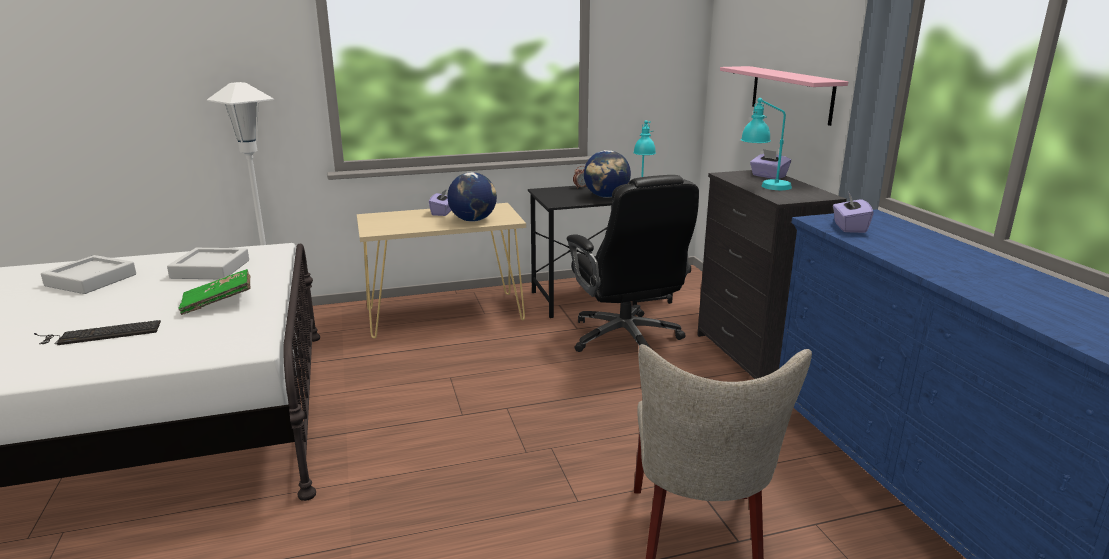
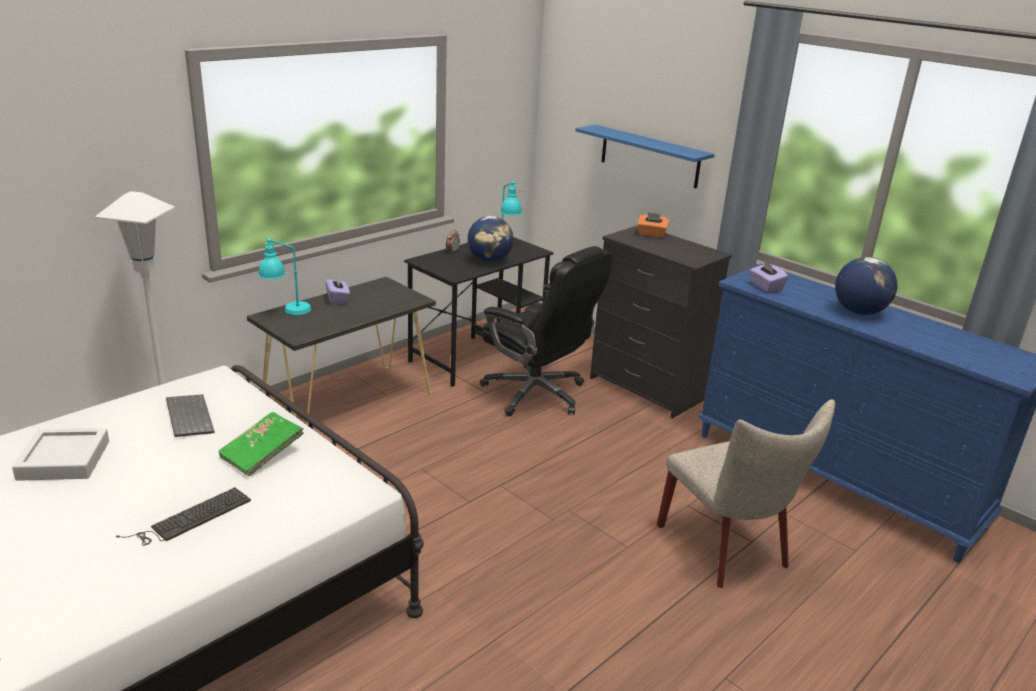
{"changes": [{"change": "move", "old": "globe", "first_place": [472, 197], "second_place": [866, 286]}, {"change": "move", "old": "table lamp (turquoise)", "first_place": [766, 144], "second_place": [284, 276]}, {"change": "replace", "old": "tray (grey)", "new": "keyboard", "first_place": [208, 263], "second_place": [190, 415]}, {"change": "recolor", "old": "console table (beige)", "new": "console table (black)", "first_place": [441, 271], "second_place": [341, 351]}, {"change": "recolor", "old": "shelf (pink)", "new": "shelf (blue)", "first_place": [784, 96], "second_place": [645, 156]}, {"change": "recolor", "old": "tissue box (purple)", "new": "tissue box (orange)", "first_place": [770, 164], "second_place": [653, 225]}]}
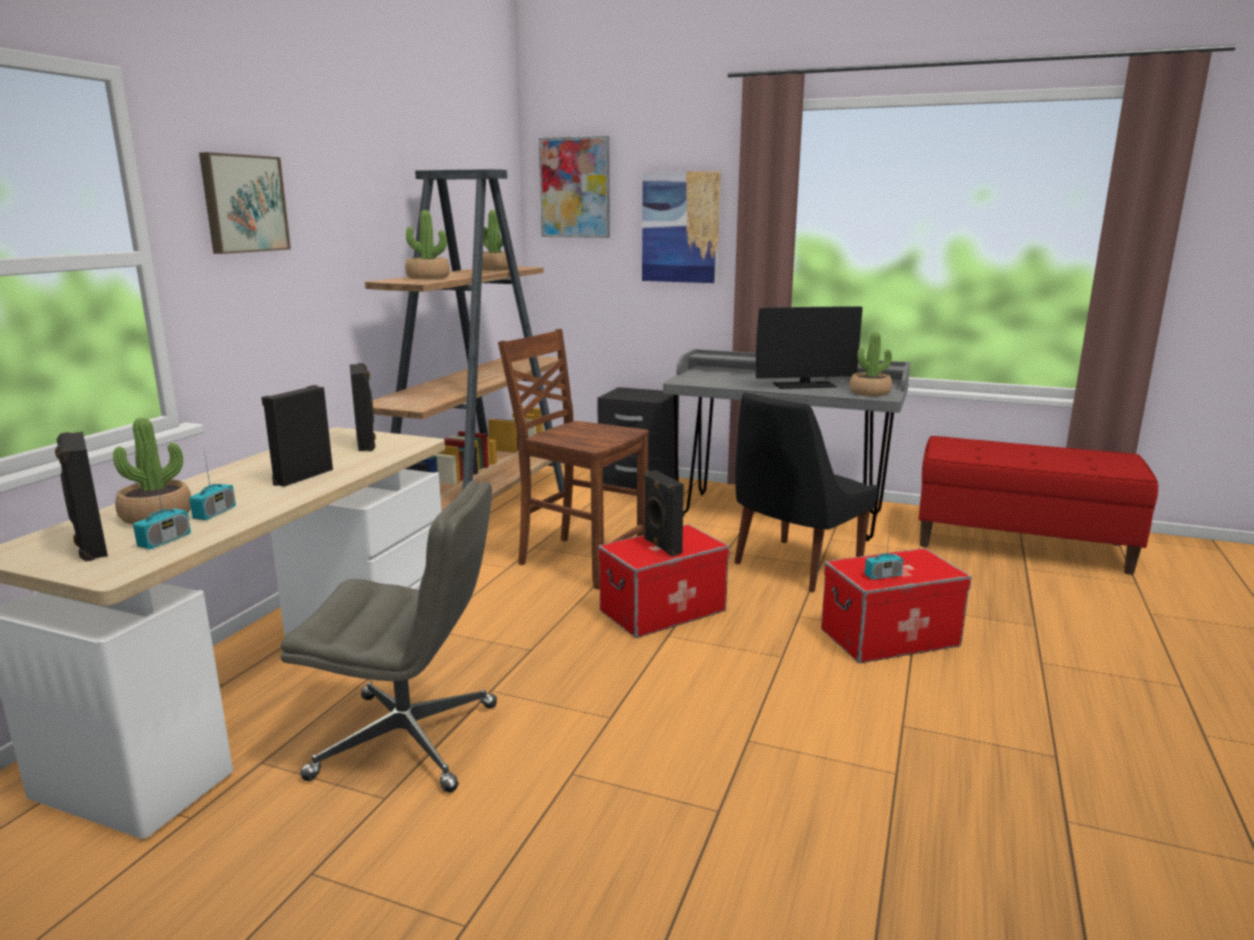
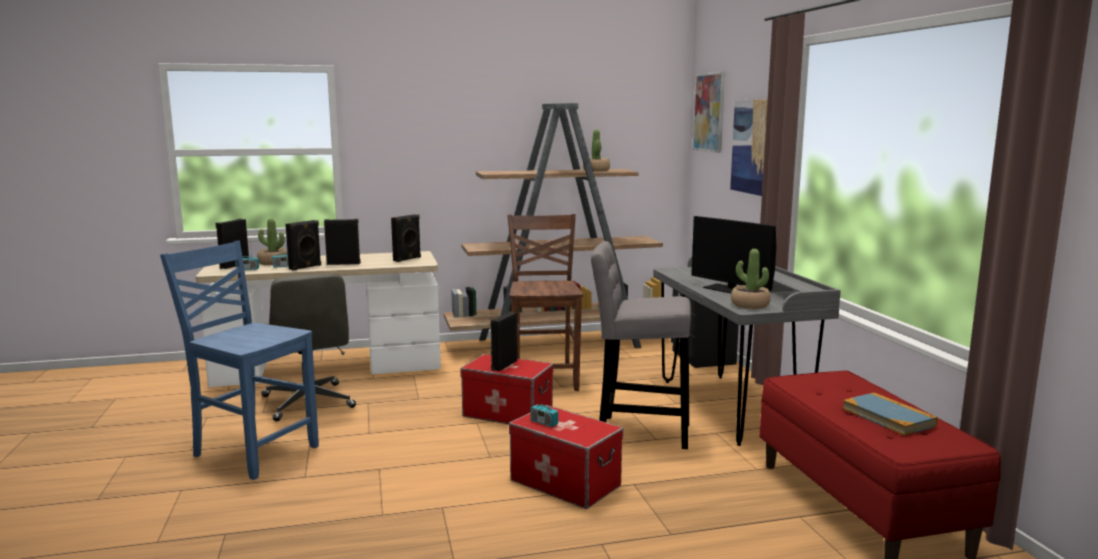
{"changes": [{"change": "delete", "old": "picture", "first_place": [245, 203]}, {"change": "delete", "old": "potted plant", "first_place": [427, 244]}, {"change": "insert", "new": "chair (blue)", "second_place": [239, 360]}, {"change": "insert", "new": "speaker (black)", "second_place": [303, 245]}, {"change": "insert", "new": "book", "second_place": [890, 414]}, {"change": "replace", "old": "chair (black)", "new": "stool (grey)", "first_place": [806, 492], "second_place": [641, 345]}]}
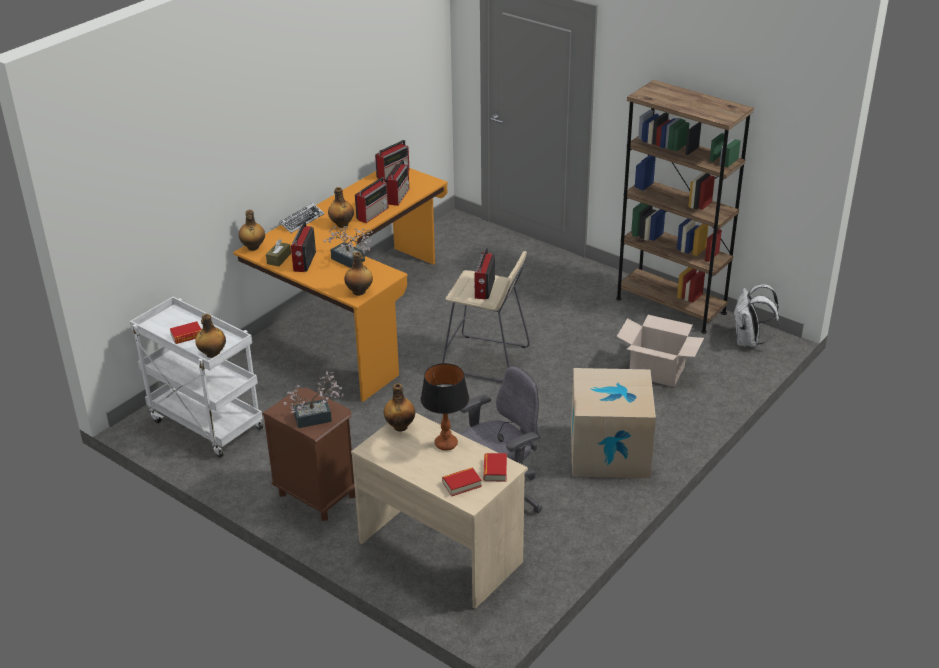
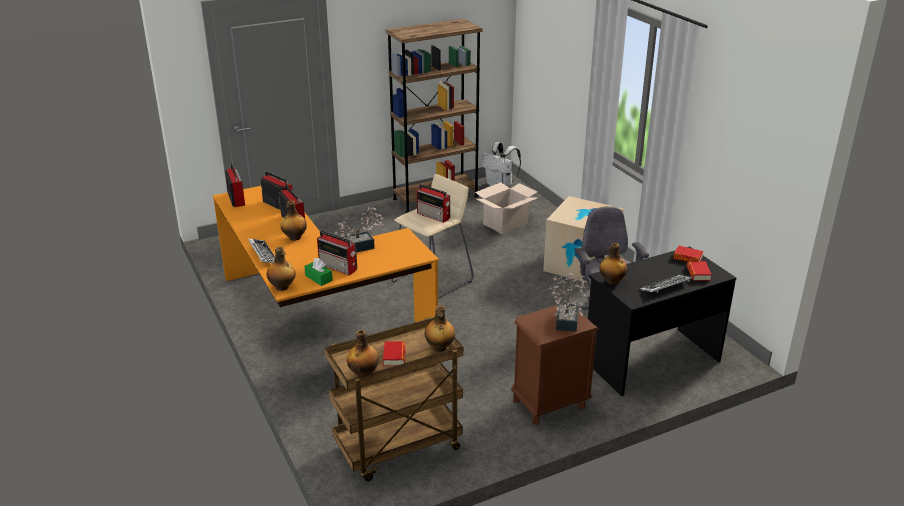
{"changes": [{"change": "delete", "old": "table lamp", "first_place": [445, 407]}, {"change": "insert", "new": "keyboard", "second_place": [666, 284]}, {"change": "move", "old": "bottle", "first_place": [358, 273], "second_place": [363, 353]}, {"change": "recolor", "old": "cart (white)", "new": "cart (brown)", "first_place": [196, 377], "second_place": [394, 399]}, {"change": "recolor", "old": "tissue box (brown)", "new": "tissue box (green)", "first_place": [278, 252], "second_place": [318, 272]}, {"change": "recolor", "old": "desk (beige)", "new": "desk (black)", "first_place": [439, 511], "second_place": [662, 321]}]}
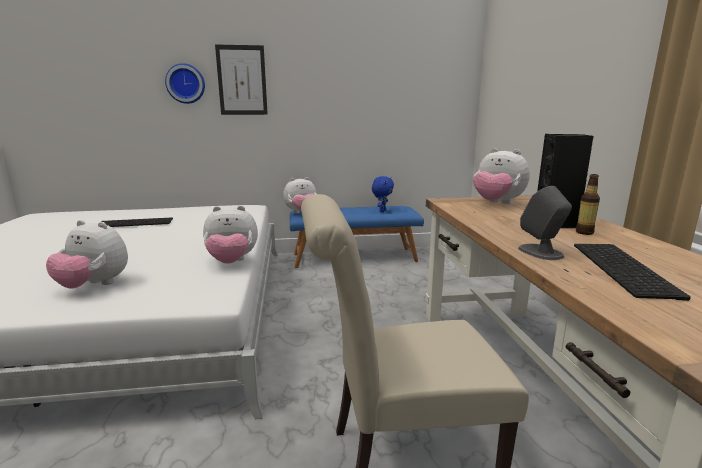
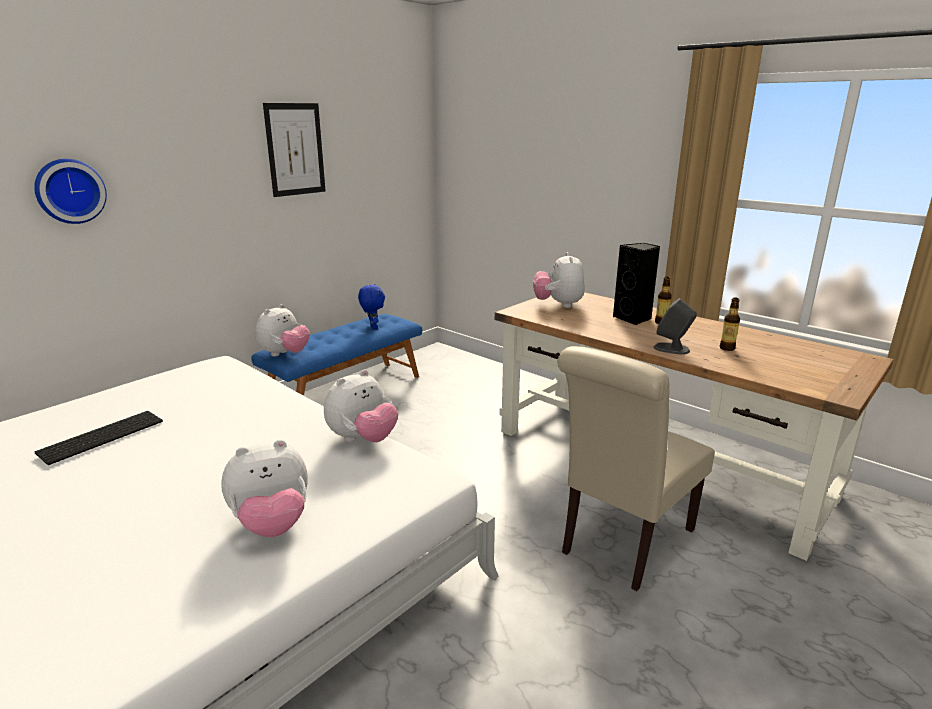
{"changes": [{"change": "move", "old": "picture", "first_place": [241, 79], "second_place": [294, 150]}, {"change": "replace", "old": "keyboard", "new": "bottle", "first_place": [632, 272], "second_place": [730, 324]}, {"change": "rotate", "old": "plush toy", "first_place": [501, 176], "second_place": [559, 280], "degrees": 90}]}
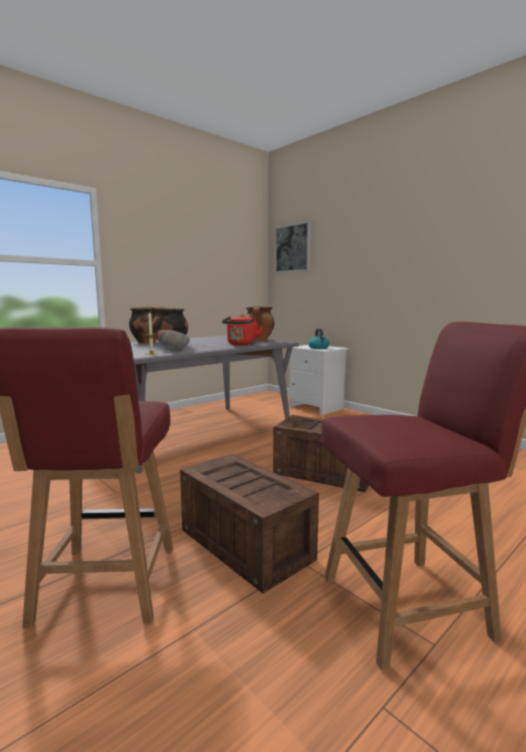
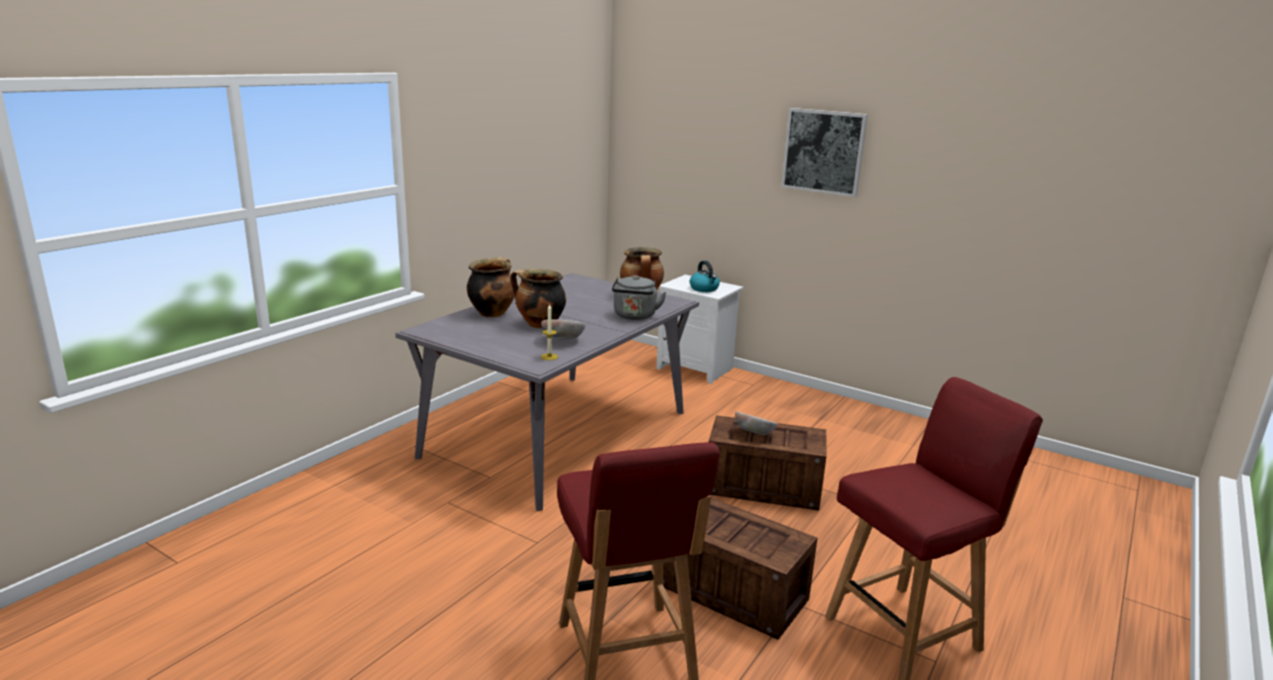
{"changes": [{"change": "insert", "new": "bowl", "second_place": [756, 423]}, {"change": "move", "old": "picture", "first_place": [293, 247], "second_place": [824, 152]}, {"change": "recolor", "old": "kettle (red)", "new": "kettle (grey)", "first_place": [242, 330], "second_place": [639, 297]}]}
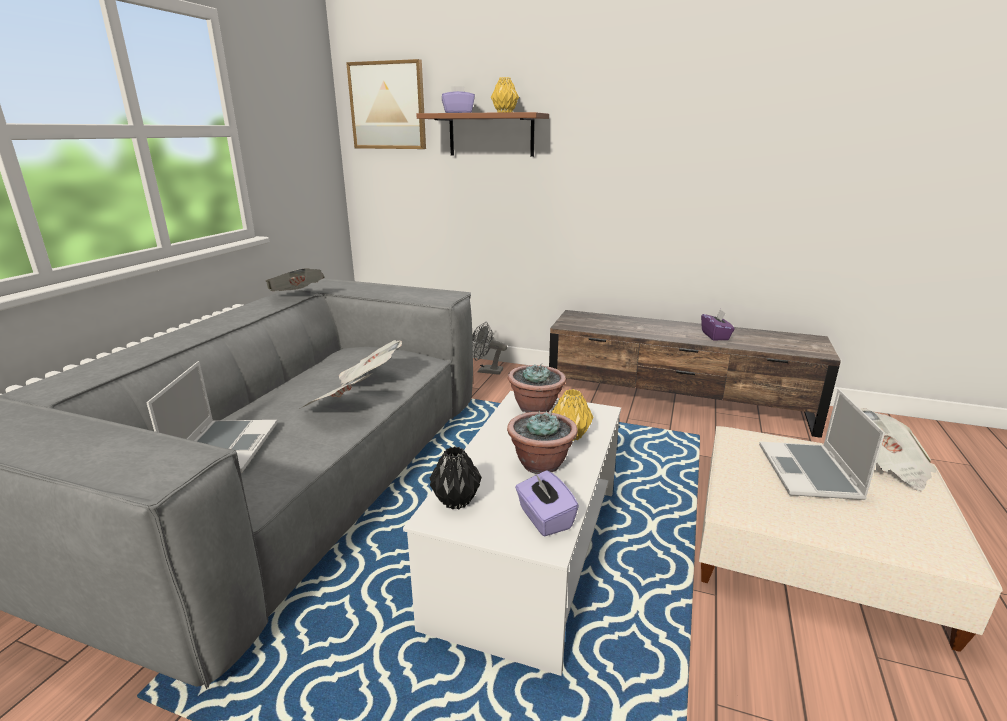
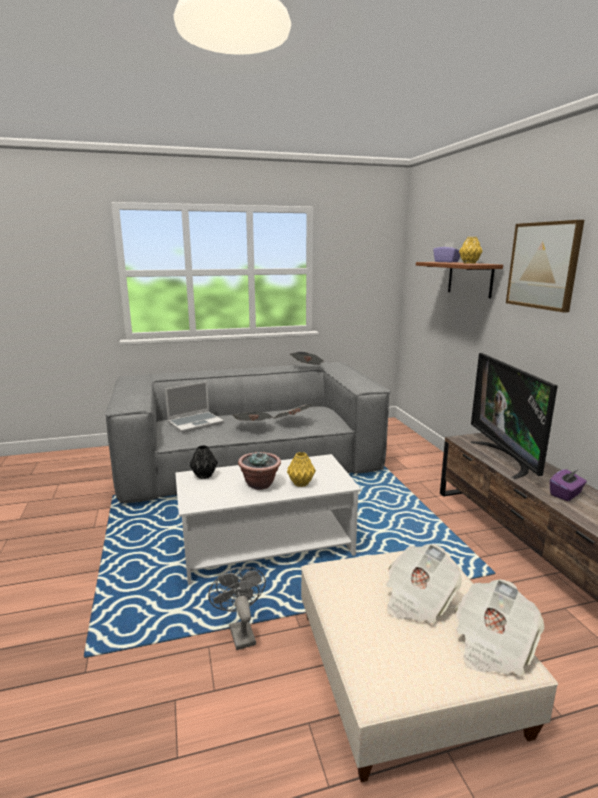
{"changes": [{"change": "delete", "old": "potted plant", "first_place": [537, 388]}, {"change": "delete", "old": "tissue box (purple)", "first_place": [547, 503]}, {"change": "insert", "new": "television", "second_place": [514, 416]}, {"change": "move", "old": "picture", "first_place": [386, 104], "second_place": [545, 266]}, {"change": "move", "old": "fan (grey)", "first_place": [489, 348], "second_place": [237, 608]}, {"change": "replace", "old": "laptop", "new": "newspaper", "first_place": [822, 444], "second_place": [424, 584]}]}
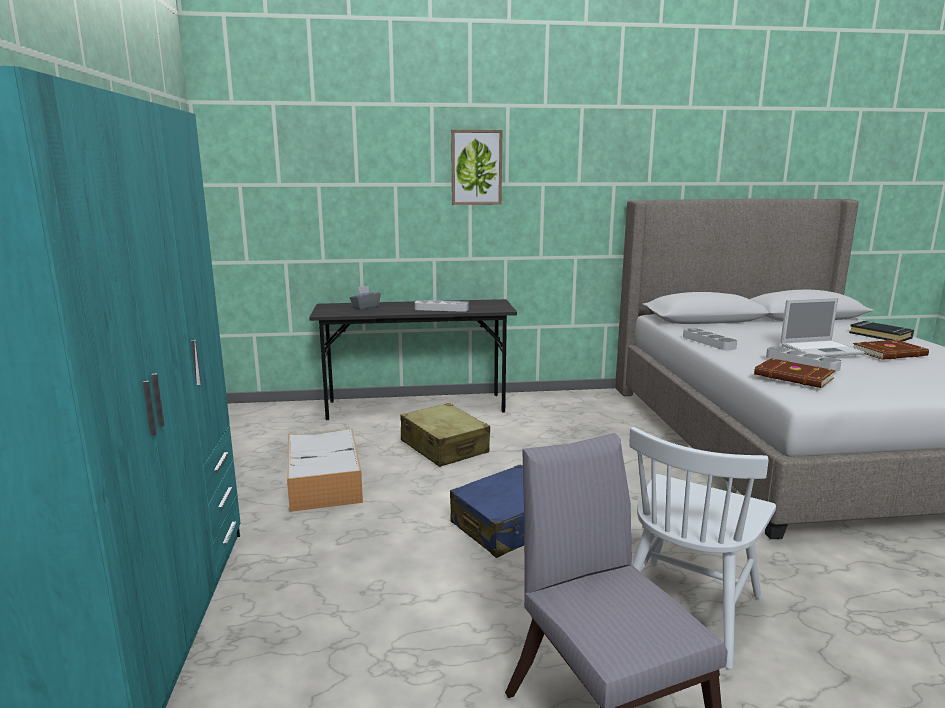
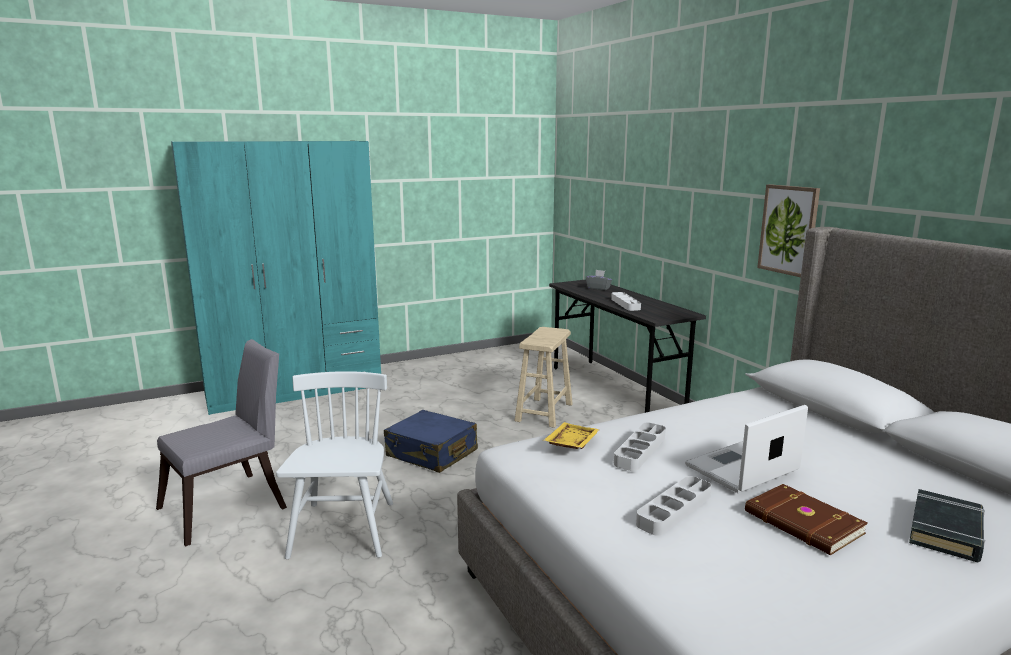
{"changes": [{"change": "delete", "old": "storage box", "first_place": [325, 470]}, {"change": "move", "old": "picture", "first_place": [476, 167], "second_place": [788, 230]}, {"change": "move", "old": "tray (grey)", "first_place": [710, 339], "second_place": [673, 506]}, {"change": "replace", "old": "suitcase (beige)", "new": "stool (beige)", "first_place": [445, 435], "second_place": [544, 377]}, {"change": "replace", "old": "book (brown)", "new": "tray (yellow)", "first_place": [795, 373], "second_place": [571, 435]}, {"change": "rotate", "old": "chair (white)", "first_place": [702, 548], "second_place": [334, 465], "degrees": 75}, {"change": "rotate", "old": "laptop", "first_place": [822, 327], "second_place": [746, 449], "degrees": 90}]}
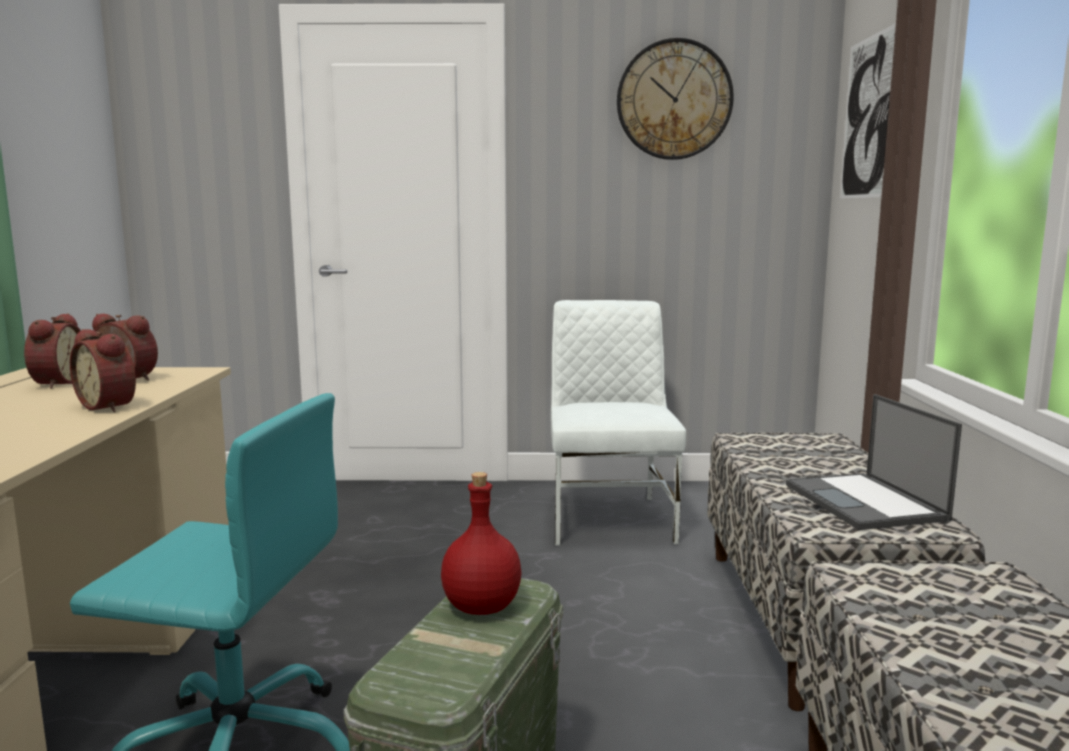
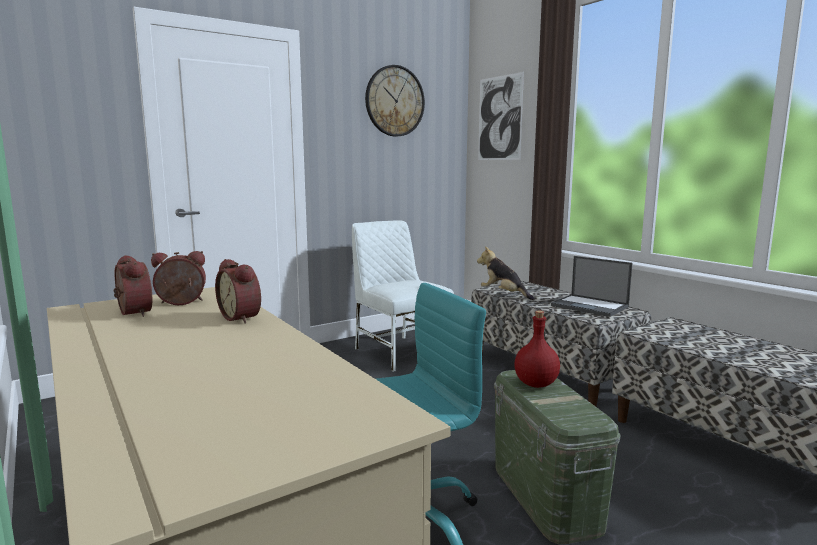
{"changes": [{"change": "insert", "new": "plush toy", "second_place": [505, 273]}, {"change": "rotate", "old": "alarm clock", "first_place": [103, 370], "second_place": [238, 291], "degrees": 45}]}
